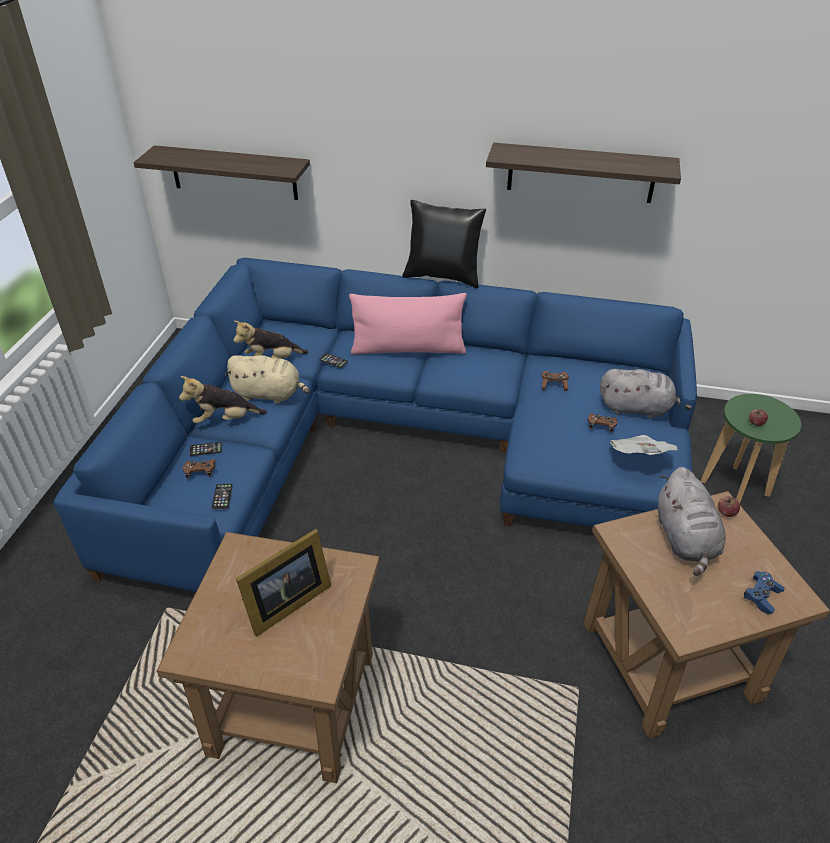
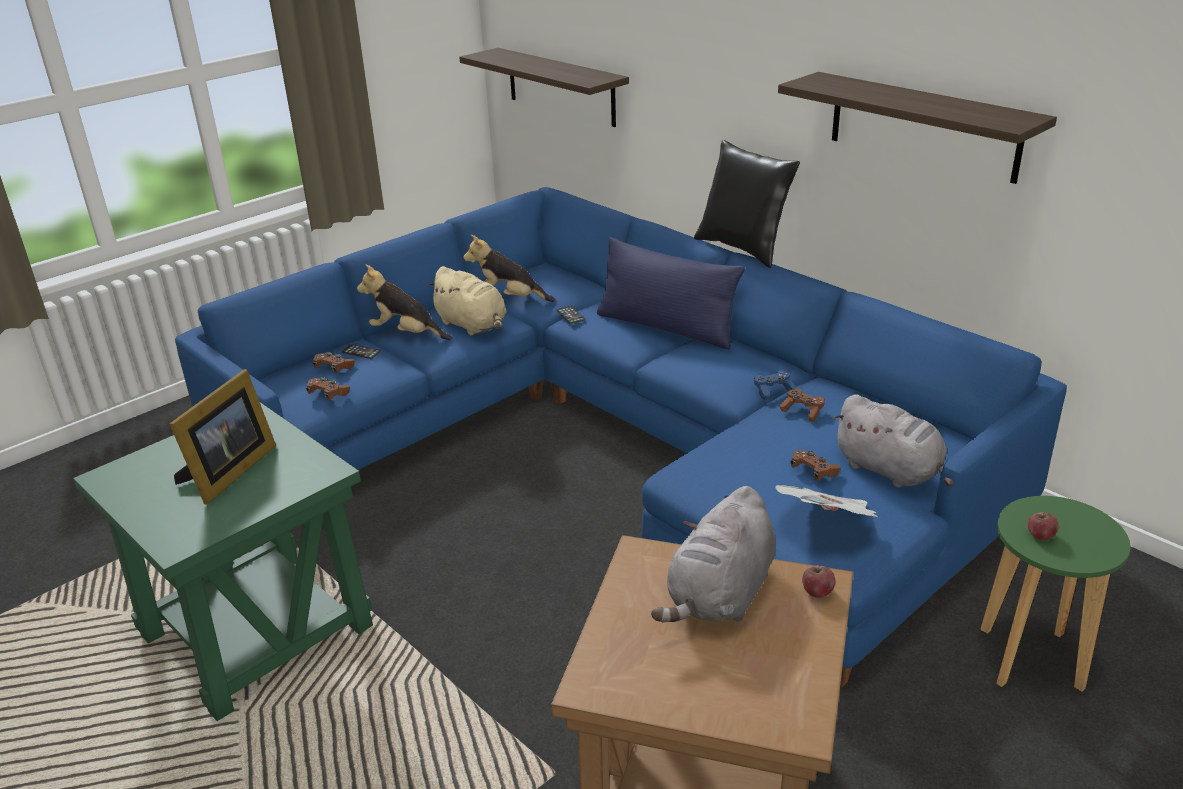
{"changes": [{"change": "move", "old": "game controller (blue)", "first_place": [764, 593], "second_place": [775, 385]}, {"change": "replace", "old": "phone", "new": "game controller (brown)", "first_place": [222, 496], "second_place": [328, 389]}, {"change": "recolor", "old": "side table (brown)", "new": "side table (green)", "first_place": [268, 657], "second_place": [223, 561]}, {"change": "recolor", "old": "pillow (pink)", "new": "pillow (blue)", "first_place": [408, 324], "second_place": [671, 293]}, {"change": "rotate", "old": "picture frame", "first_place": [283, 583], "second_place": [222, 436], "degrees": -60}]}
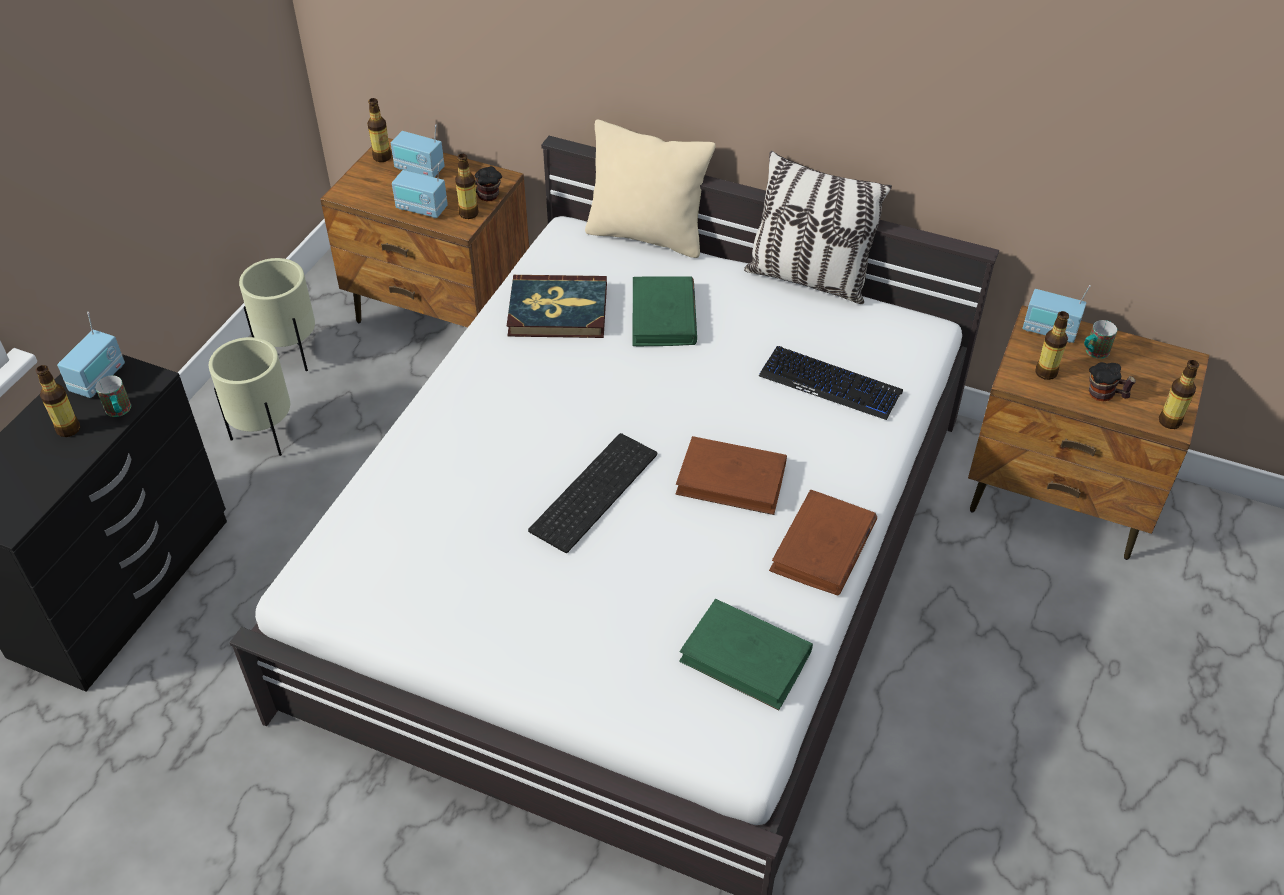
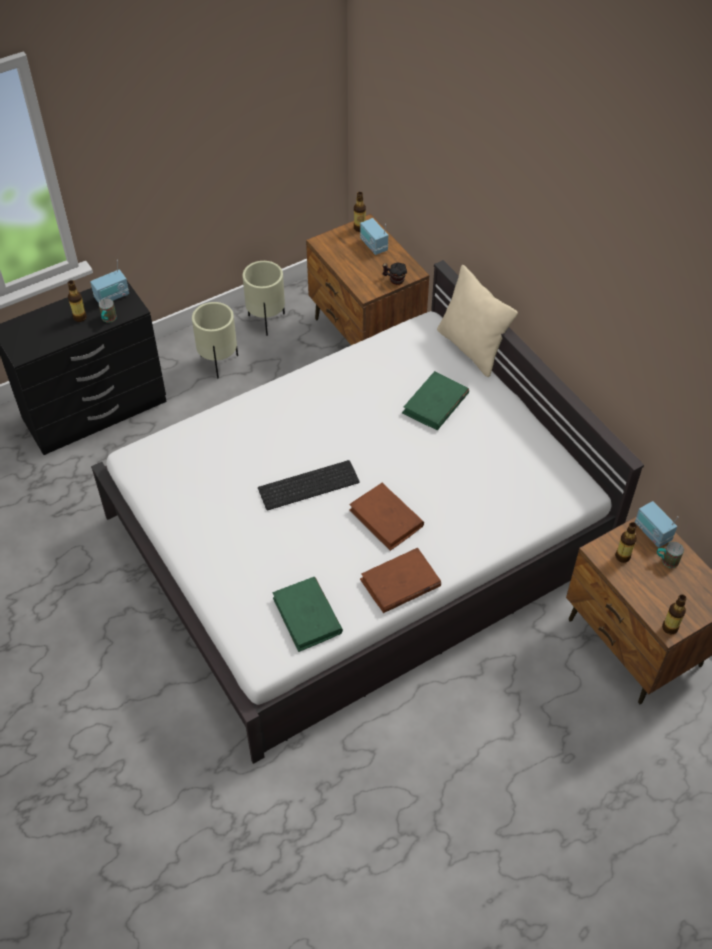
{"changes": [{"change": "delete", "old": "radio", "first_place": [420, 190]}, {"change": "delete", "old": "bottle", "first_place": [467, 186]}, {"change": "delete", "old": "book", "first_place": [557, 306]}, {"change": "delete", "old": "pillow", "first_place": [818, 227]}, {"change": "delete", "old": "keyboard", "first_place": [831, 383]}, {"change": "delete", "old": "mug", "first_place": [1112, 382]}]}
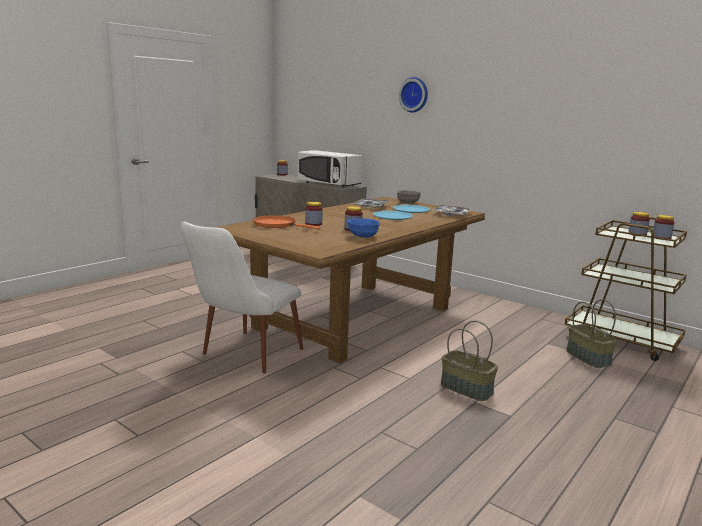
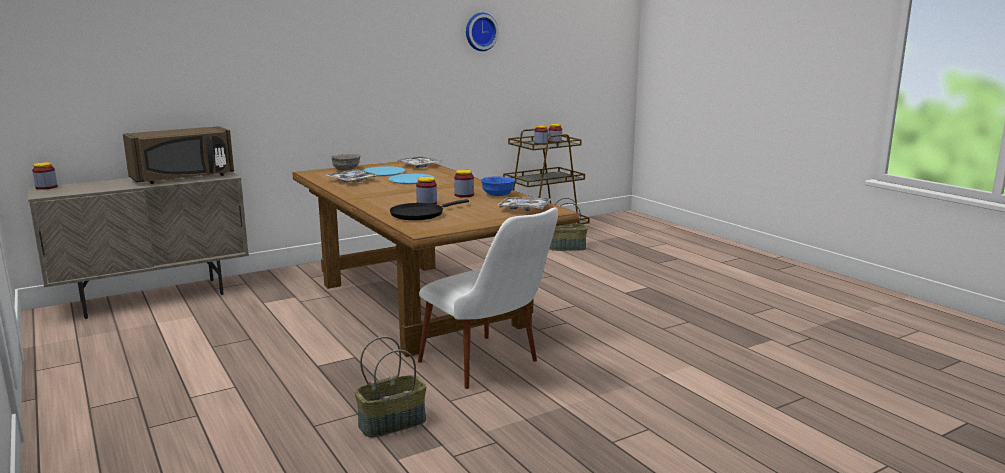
{"changes": [{"change": "insert", "new": "tray", "second_place": [523, 204]}, {"change": "move", "old": "wall clock", "first_place": [413, 94], "second_place": [482, 31]}, {"change": "move", "old": "basket", "first_place": [469, 361], "second_place": [390, 387]}, {"change": "recolor", "old": "frying pan (orange)", "new": "frying pan (black)", "first_place": [286, 222], "second_place": [429, 209]}, {"change": "recolor", "old": "microwave (white)", "new": "microwave (brown)", "first_place": [330, 169], "second_place": [178, 155]}]}
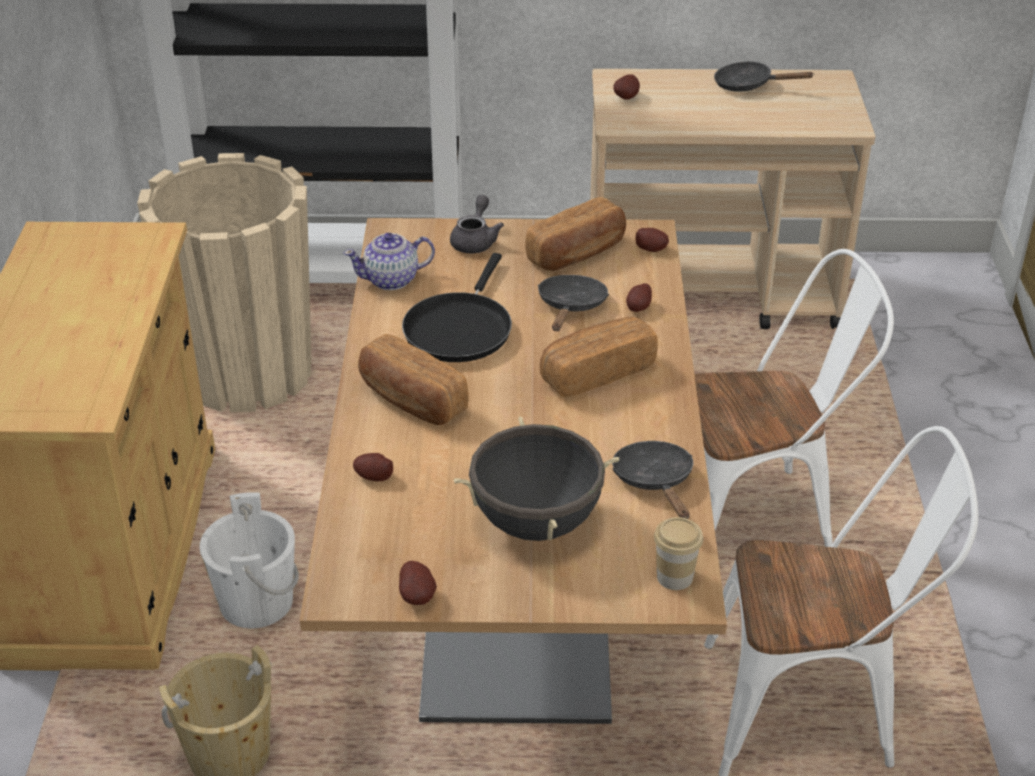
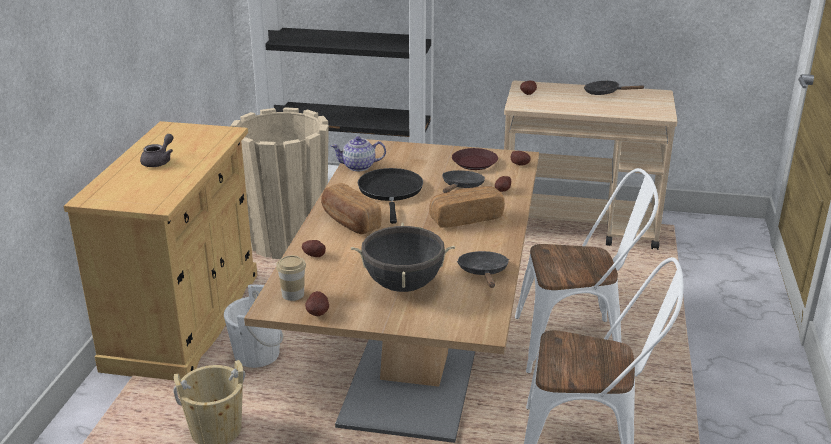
{"changes": [{"change": "move", "old": "teapot (grey)", "first_place": [477, 224], "second_place": [157, 150]}, {"change": "move", "old": "cup", "first_place": [678, 553], "second_place": [291, 278]}, {"change": "replace", "old": "bread", "new": "plate (brown)", "first_place": [575, 234], "second_place": [475, 159]}, {"change": "rotate", "old": "frying pan (black)", "first_place": [457, 307], "second_place": [390, 196], "degrees": 150}]}
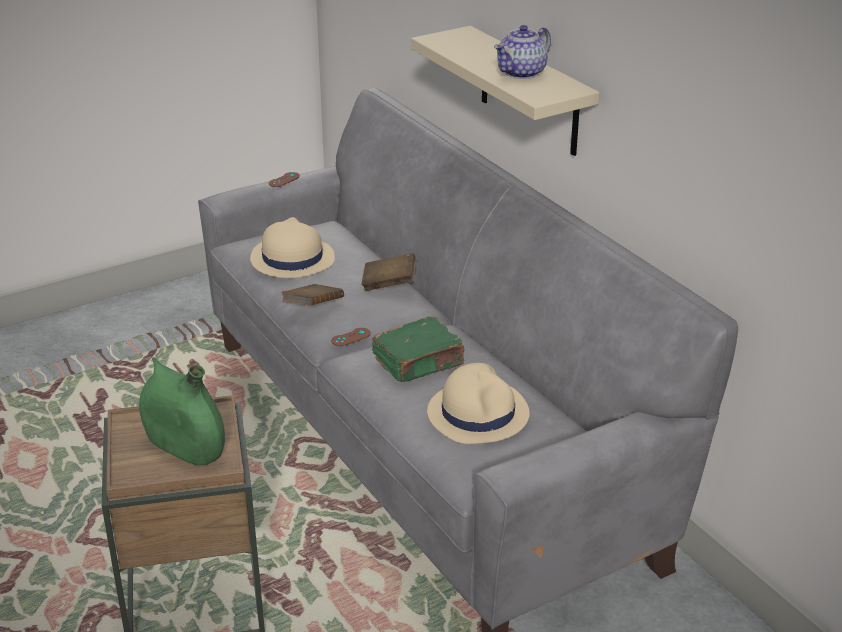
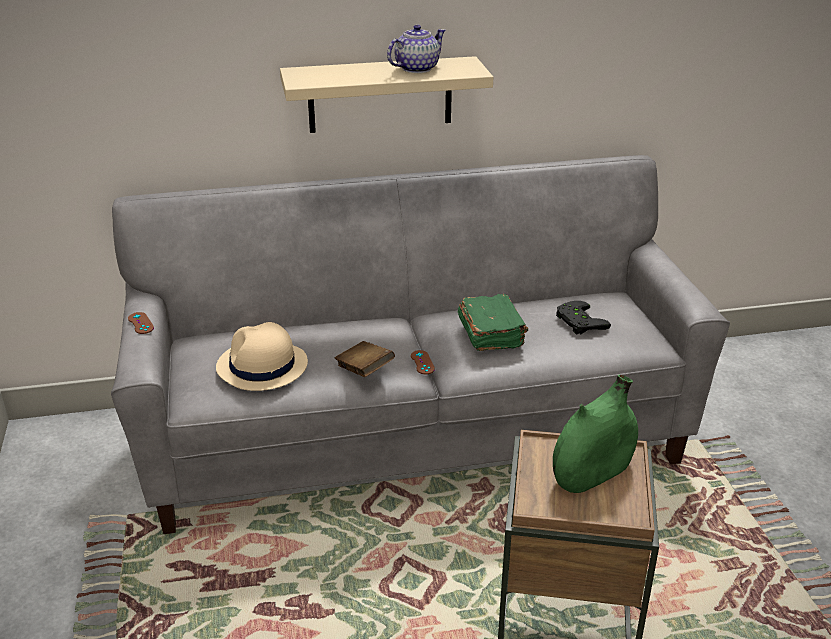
{"changes": [{"change": "delete", "old": "book (brown)", "first_place": [388, 272]}, {"change": "replace", "old": "hat (beige)", "new": "game controller (black)", "first_place": [478, 403], "second_place": [583, 318]}, {"change": "rotate", "old": "teapot", "first_place": [522, 52], "second_place": [416, 49], "degrees": -105}]}
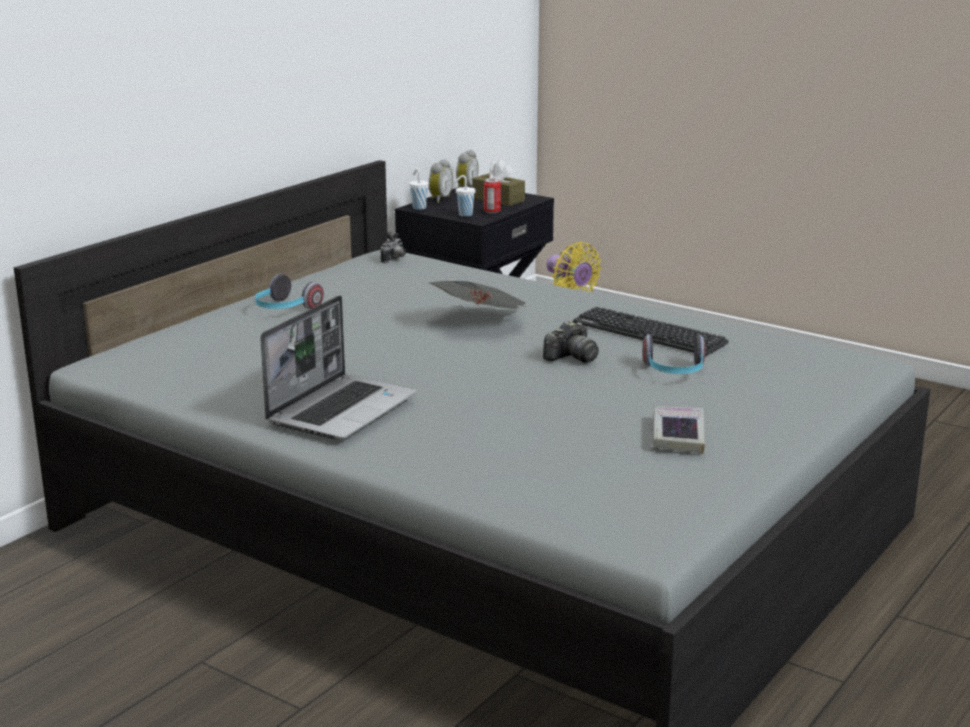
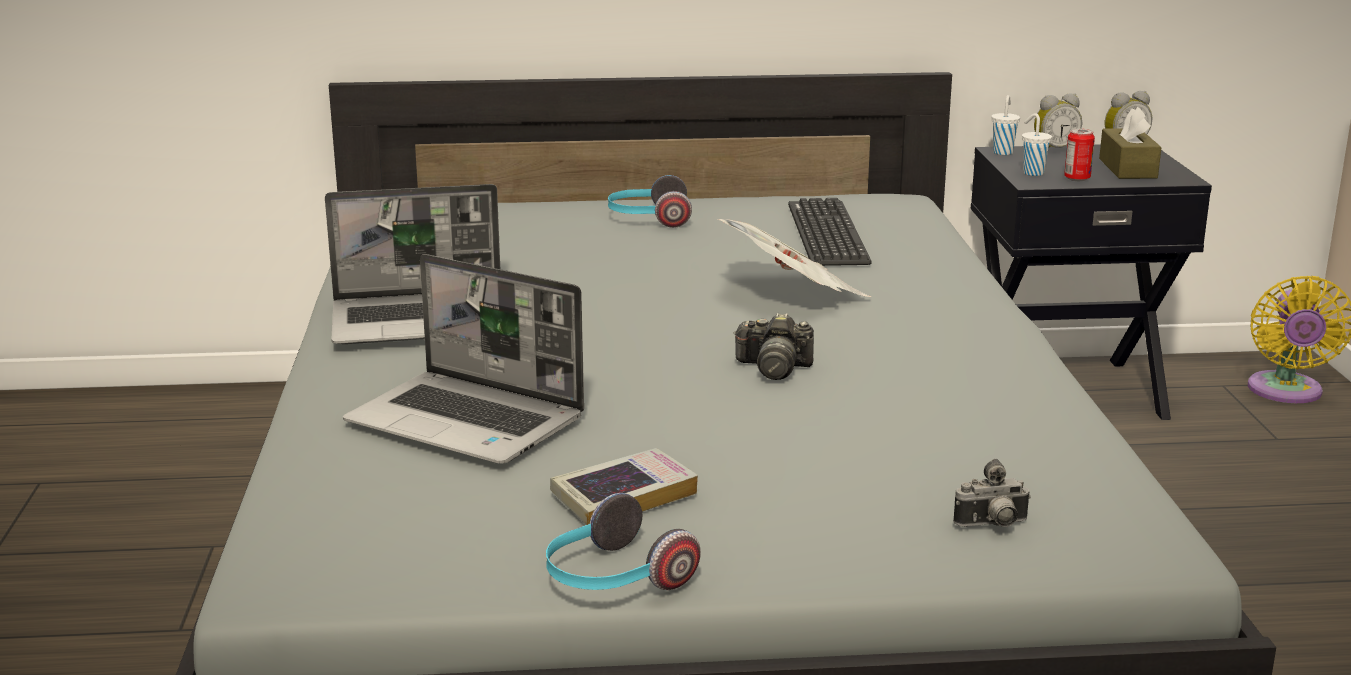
{"changes": [{"change": "insert", "new": "laptop", "second_place": [463, 359]}, {"change": "move", "old": "photo camera", "first_place": [393, 247], "second_place": [992, 493]}, {"change": "move", "old": "keyboard", "first_place": [651, 331], "second_place": [830, 232]}, {"change": "move", "old": "headphones", "first_place": [674, 354], "second_place": [623, 541]}]}
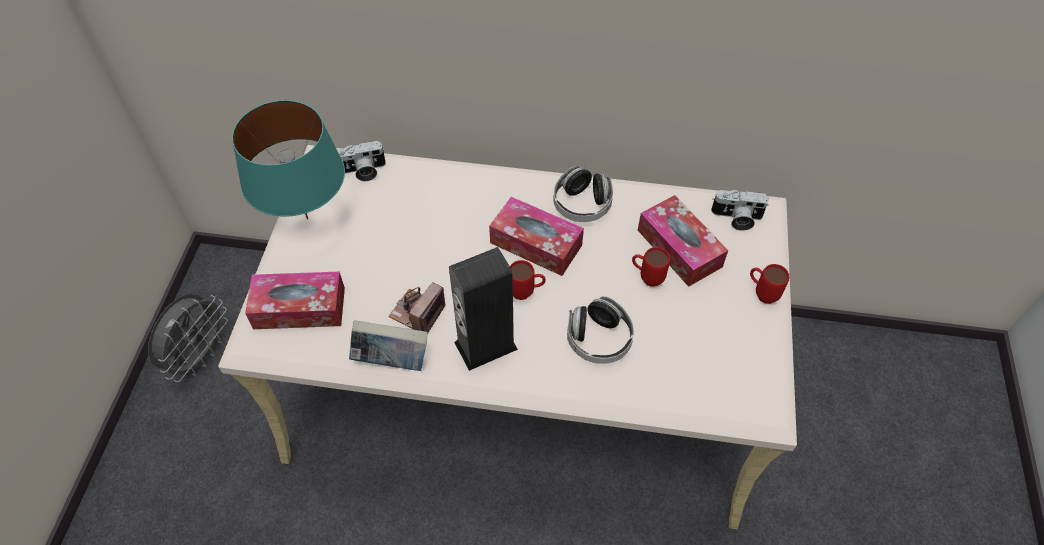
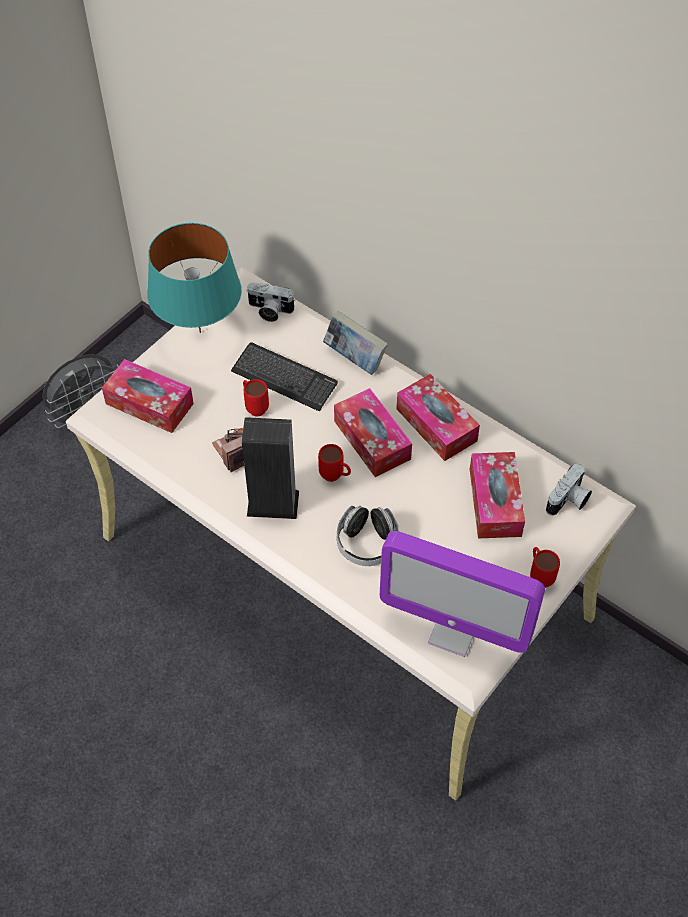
{"changes": [{"change": "insert", "new": "keyboard", "second_place": [284, 377]}, {"change": "insert", "new": "monitor", "second_place": [462, 594]}, {"change": "move", "old": "book", "first_place": [388, 345], "second_place": [355, 343]}, {"change": "move", "old": "mug (red)", "first_place": [651, 267], "second_place": [256, 398]}, {"change": "replace", "old": "headphones", "new": "tissue box", "first_place": [583, 194], "second_place": [438, 417]}, {"change": "rotate", "old": "photo camera", "first_place": [740, 210], "second_place": [569, 490], "degrees": -90}]}
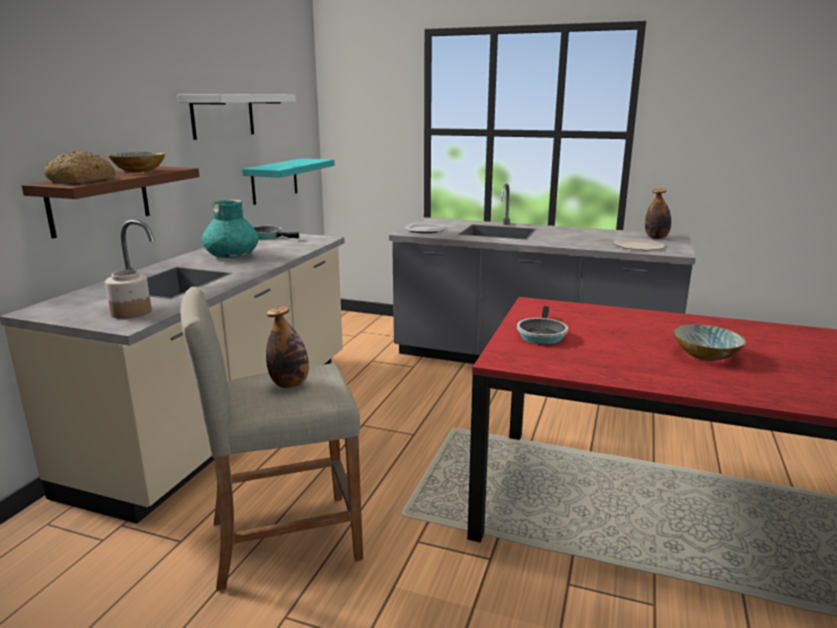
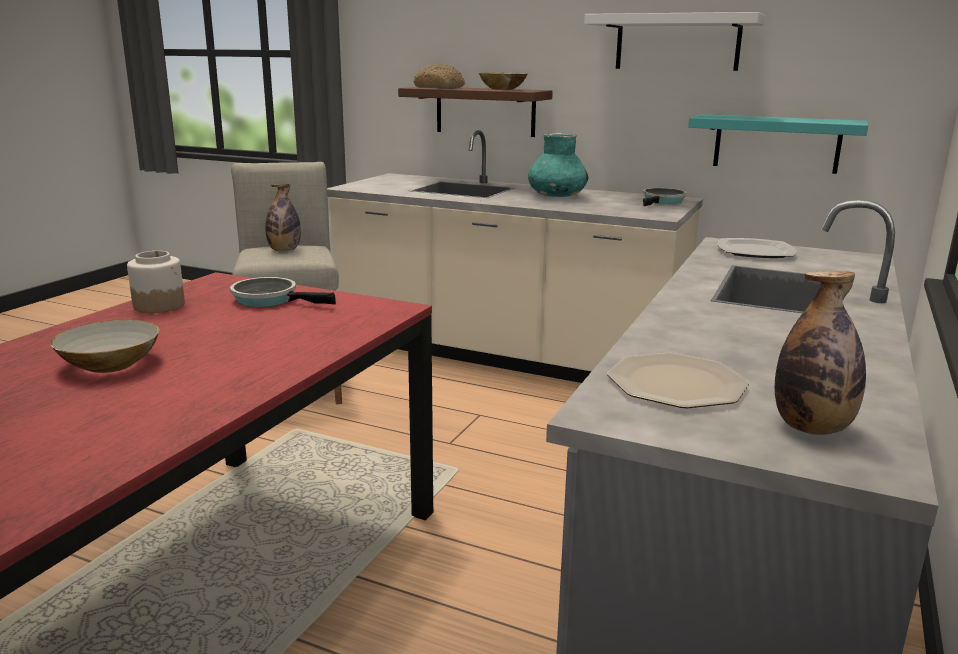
{"changes": [{"change": "move", "old": "jar", "first_place": [128, 294], "second_place": [156, 282]}]}
